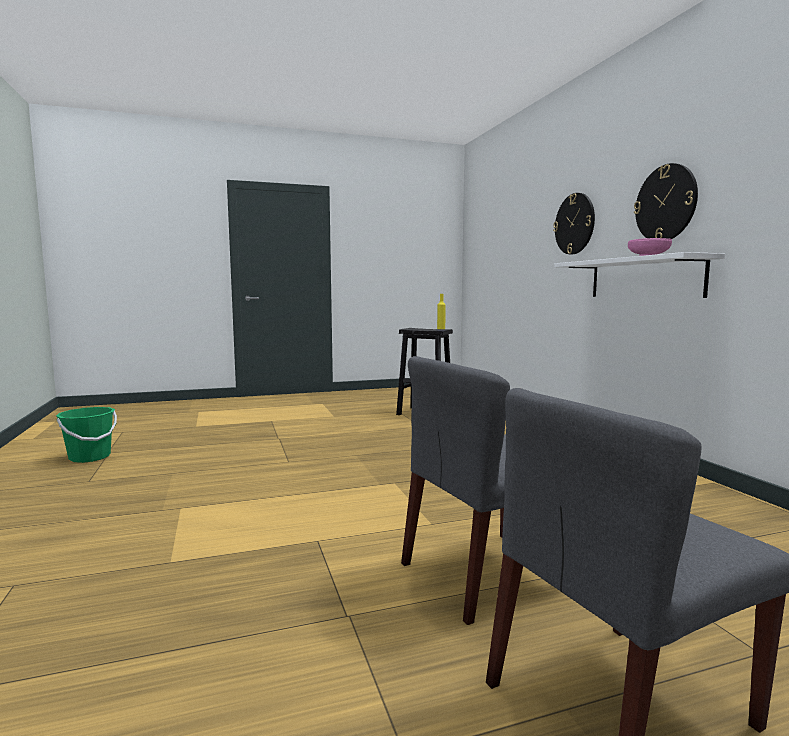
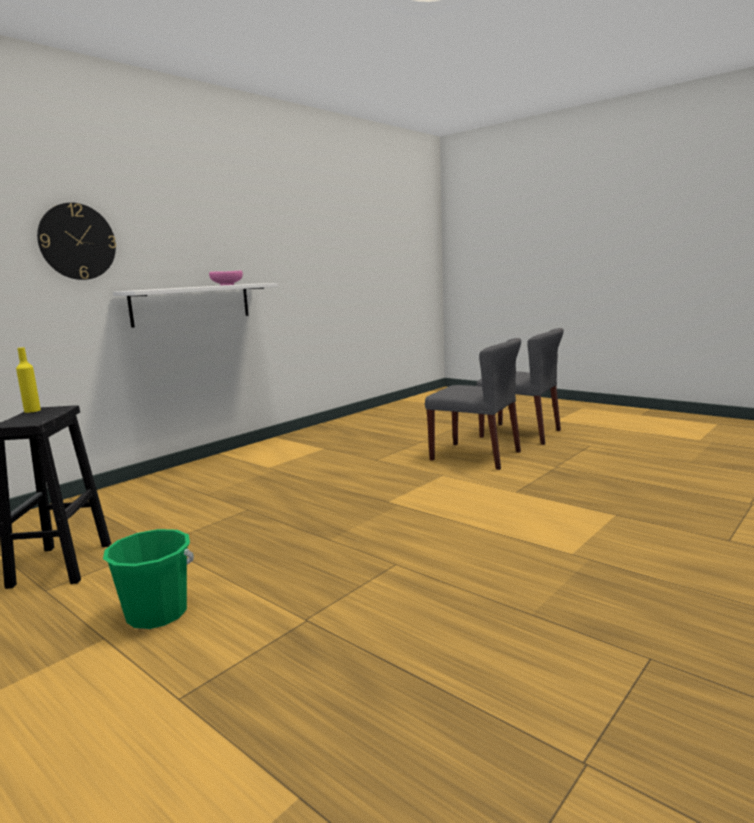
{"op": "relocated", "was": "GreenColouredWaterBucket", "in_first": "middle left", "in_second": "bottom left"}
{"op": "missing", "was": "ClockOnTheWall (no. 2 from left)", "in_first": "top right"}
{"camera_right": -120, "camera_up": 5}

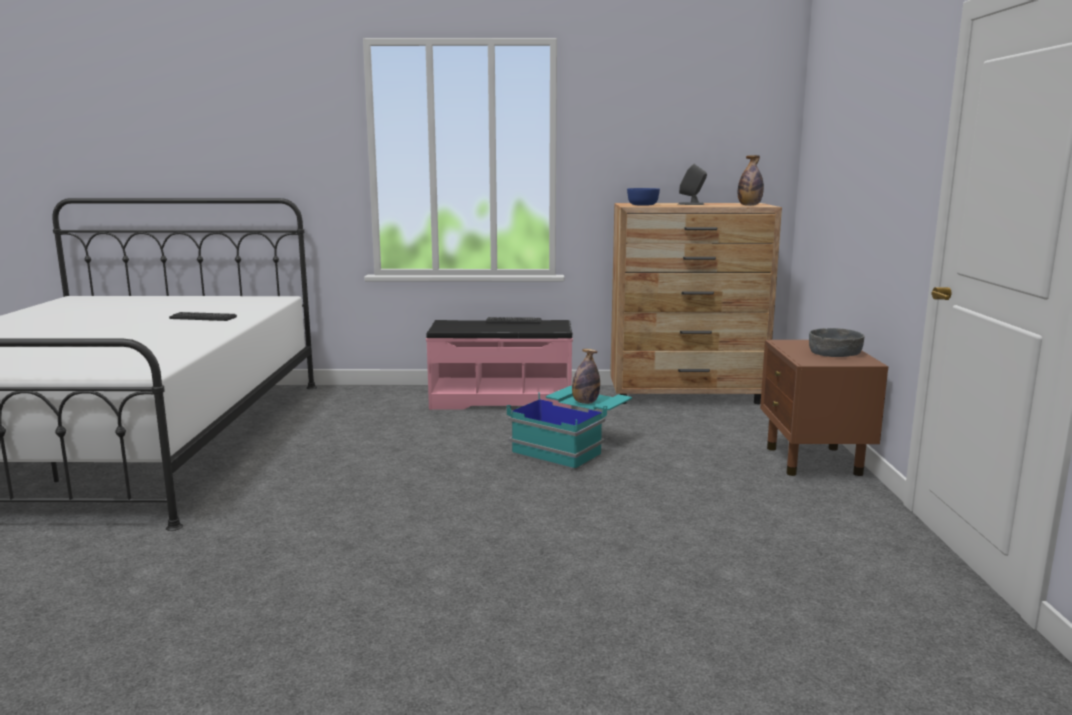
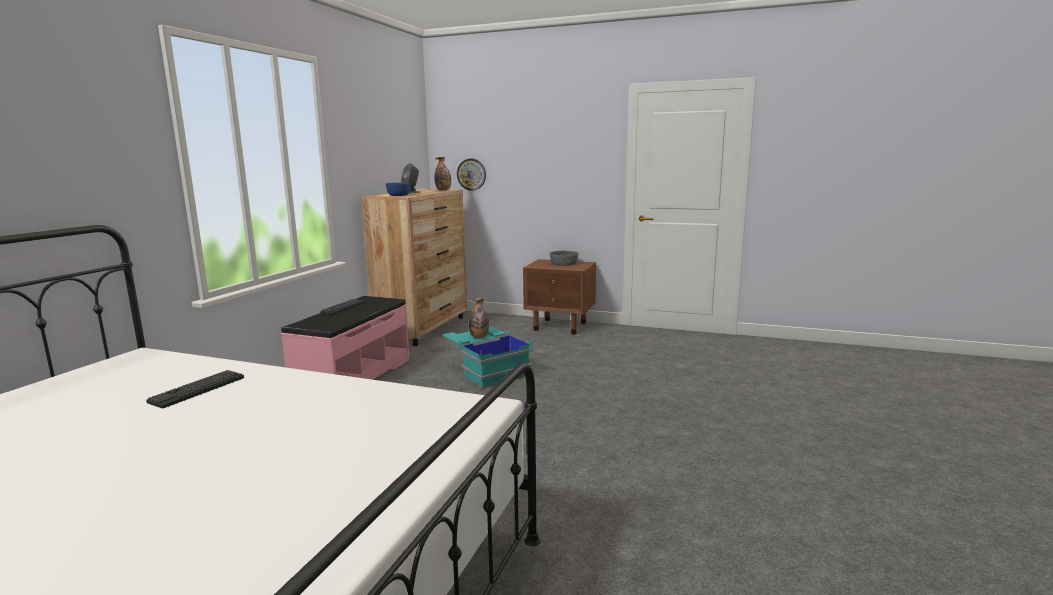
{"op": "appeared", "now": "ClockOnTheWall", "in_second": "top centre"}
{"camera_right": -70, "camera_up": 0}

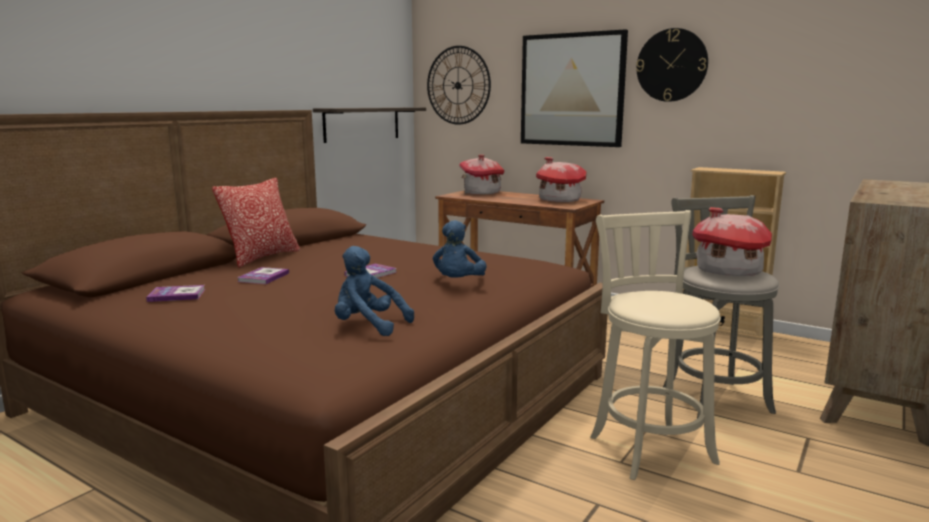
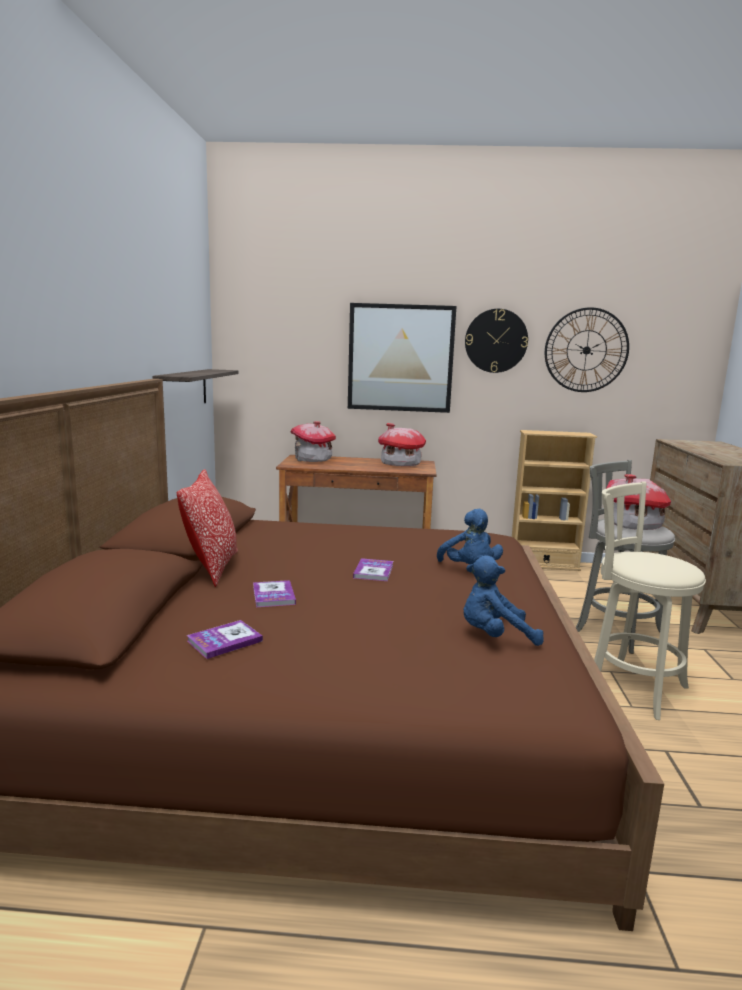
{"op": "relocated", "was": "ClockOnTheWall (no. 1 from left in the first image)", "now": "ClockOnTheWall (no. 2 from left)", "in_first": "top centre", "in_second": "middle right"}
{"camera_right": -30, "camera_up": 0}

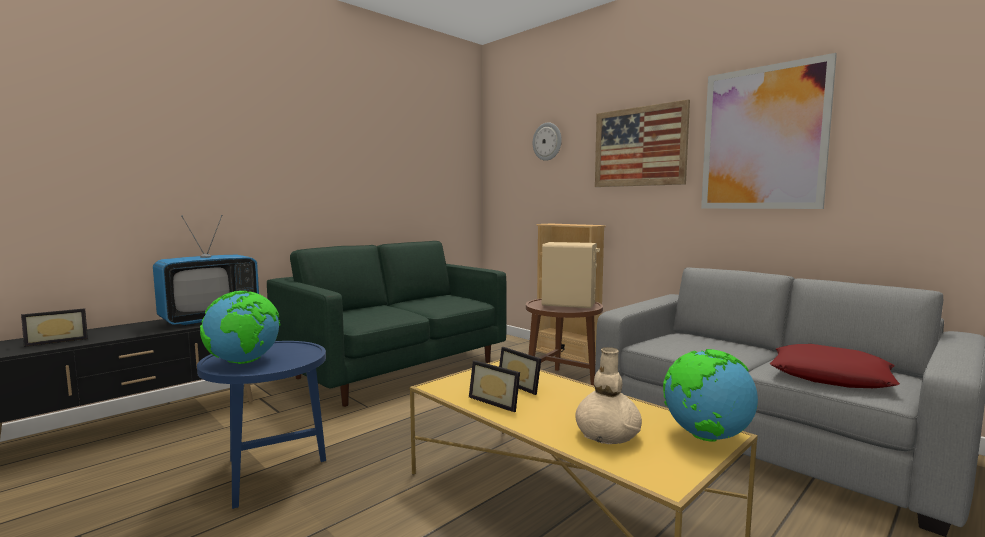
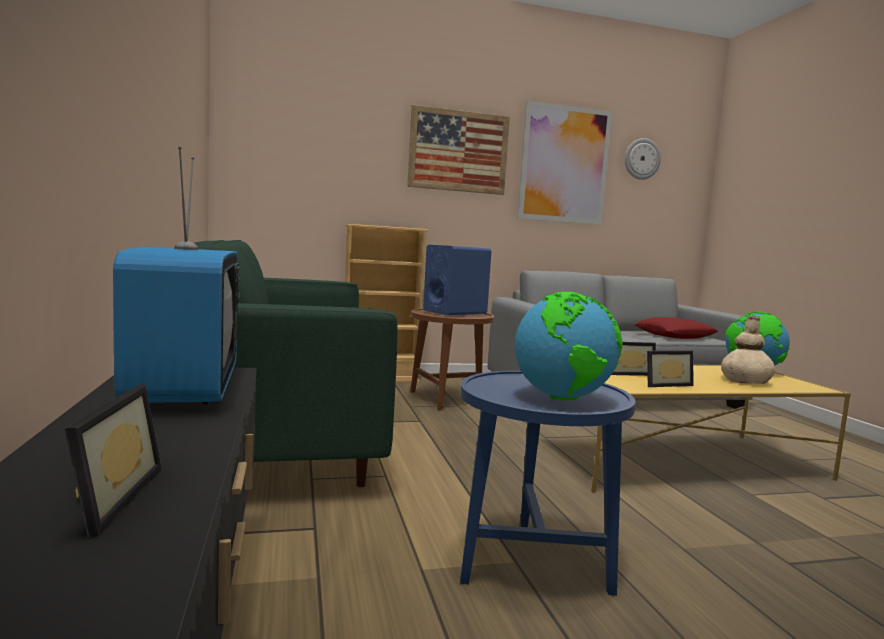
{"op": "colour", "was": "BeigeColouredLoudspeaker", "now": "BlueLoudspeaker", "in_first": "centre", "in_second": "centre"}
{"op": "relocated", "was": "ClockOnTheWall", "in_first": "top centre", "in_second": "top right"}
{"camera_right": -60, "camera_up": 0}

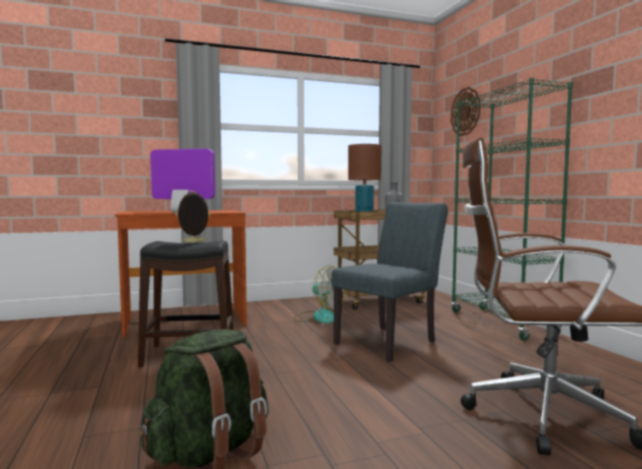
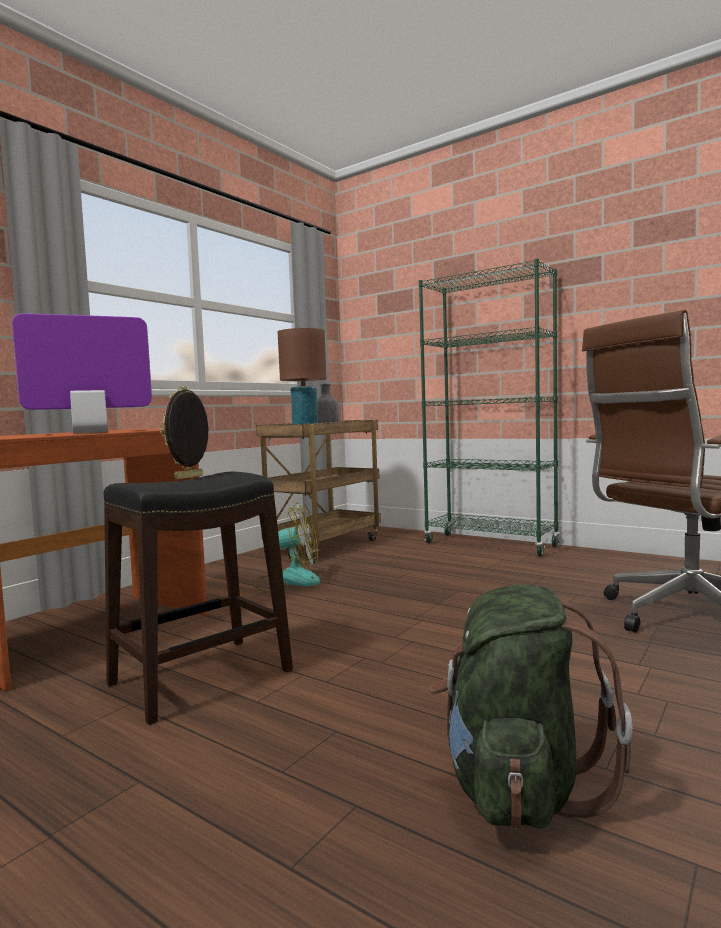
{"op": "missing", "was": "GreyChair", "in_first": "centre"}
{"op": "missing", "was": "ClockOnTheWall", "in_first": "top right"}
{"camera_right": -35, "camera_up": 0}

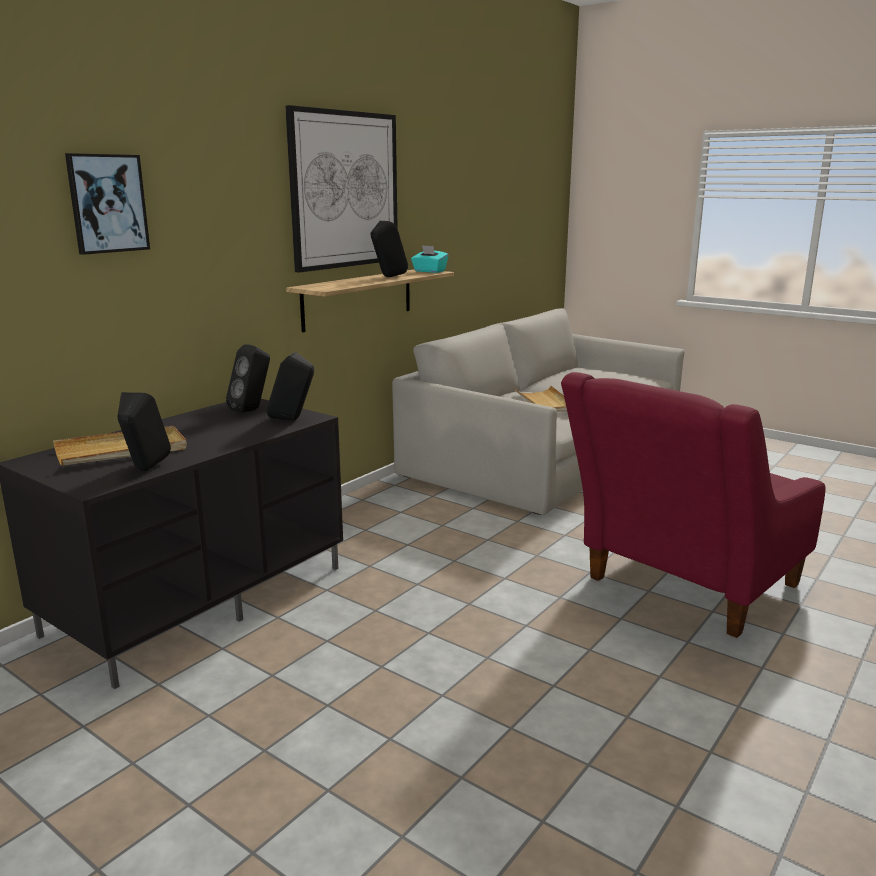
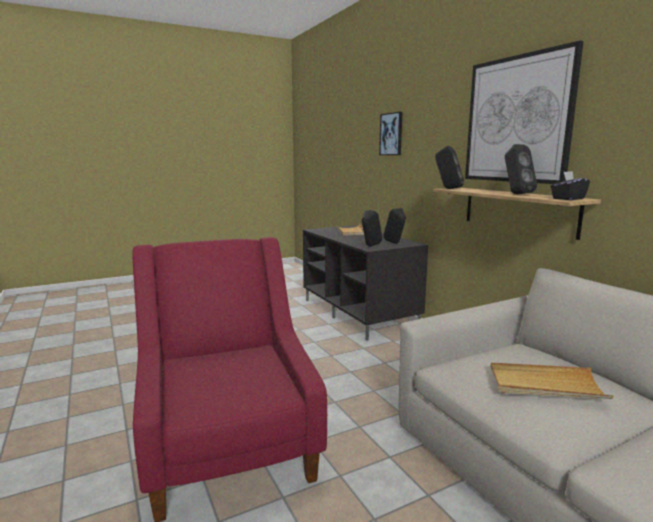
{"op": "relocated", "was": "BlackLoudspeaker (no. 1 from left in the first image)", "now": "BlackLoudspeaker (no. 3 from left)", "in_first": "middle left", "in_second": "top right"}
{"op": "colour", "was": "TurquoiseTissueHolder", "now": "BlackTissueHolder", "in_first": "top centre", "in_second": "middle right"}
{"camera_right": 115, "camera_up": -5}

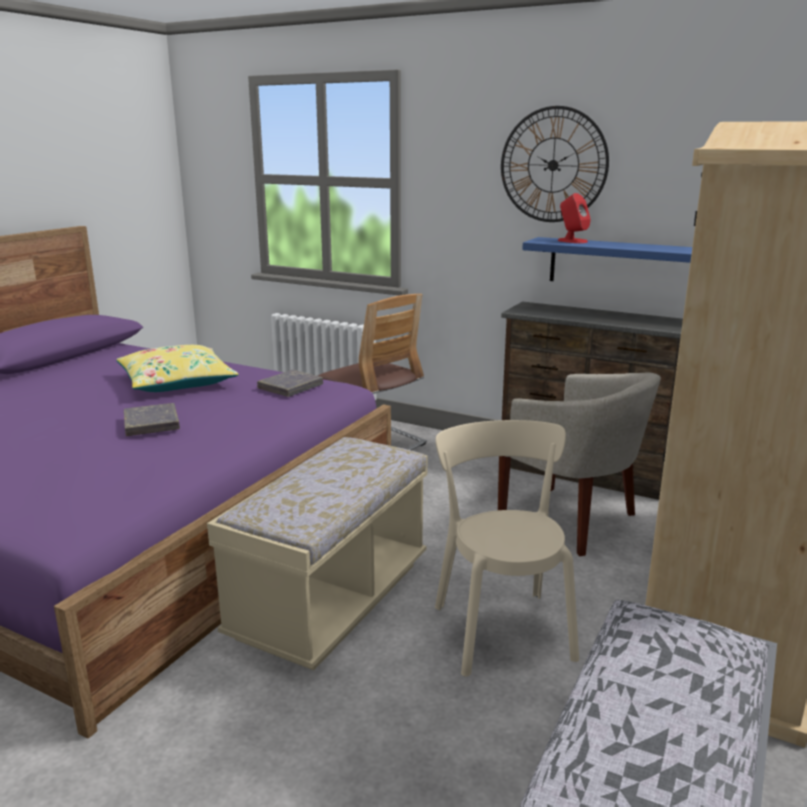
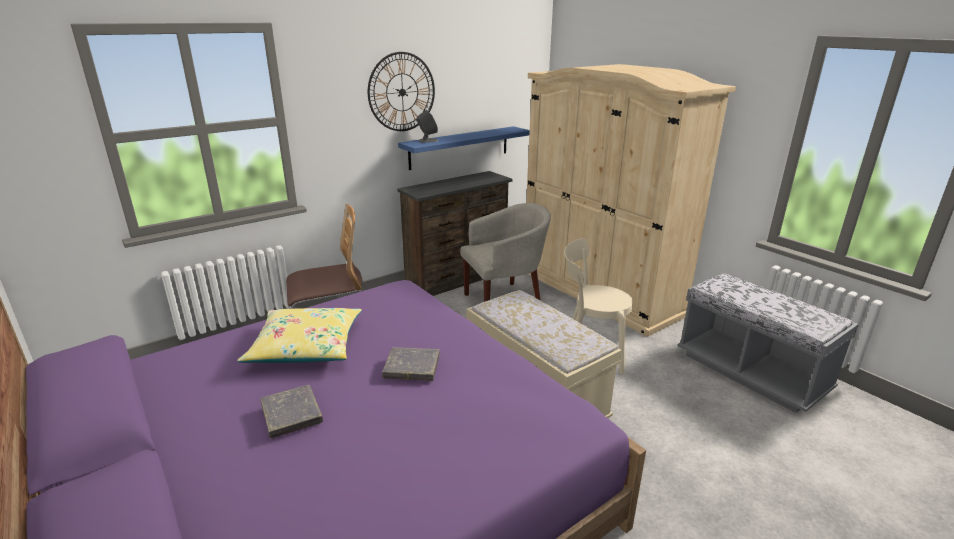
{"op": "relocated", "was": "GreyBook (no. 2 from left in the first image)", "now": "GreyBook (no. 1 from left)", "in_first": "centre", "in_second": "bottom left"}
{"op": "colour", "was": "RedColouredLoudspeaker", "now": "GreyLoudspeaker", "in_first": "top right", "in_second": "top centre"}
{"camera_right": -65, "camera_up": 5}

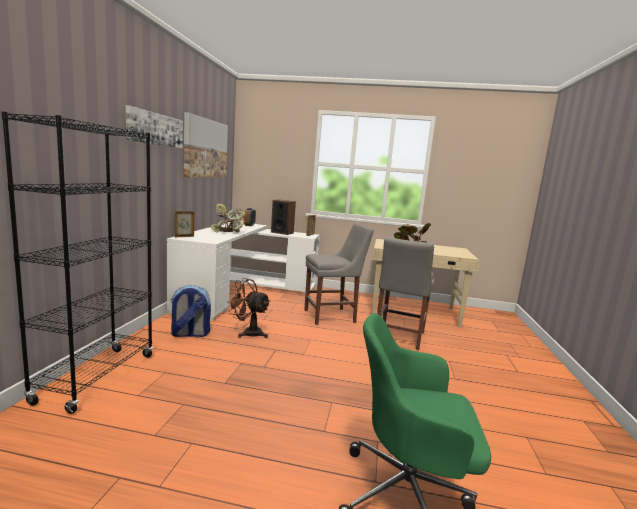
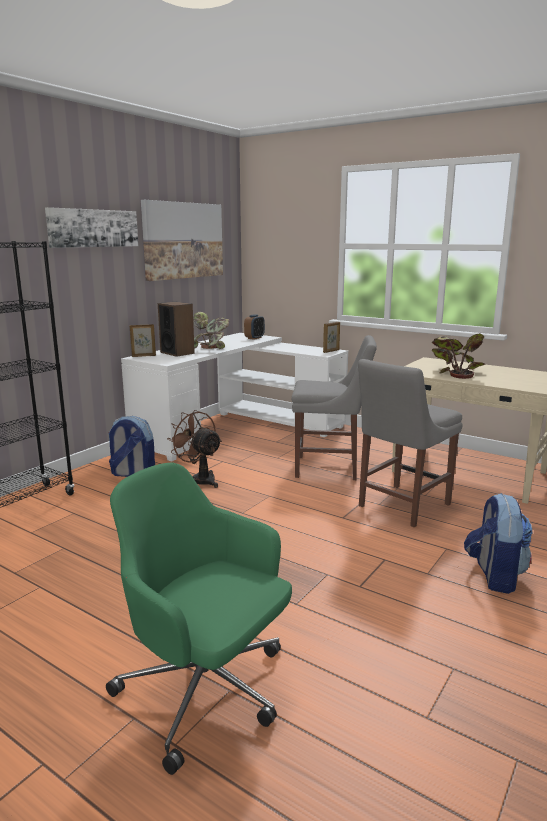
{"op": "relocated", "was": "Loudspeaker", "in_first": "centre", "in_second": "middle left"}
{"op": "appeared", "now": "Backpack (no. 2 from left)", "in_second": "middle right"}
{"camera_right": 25, "camera_up": 5}

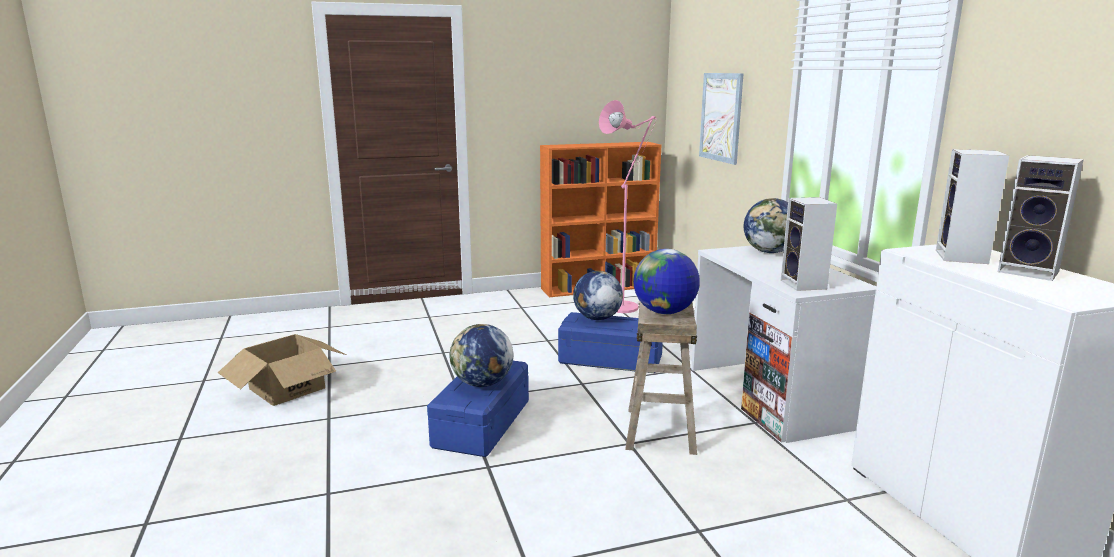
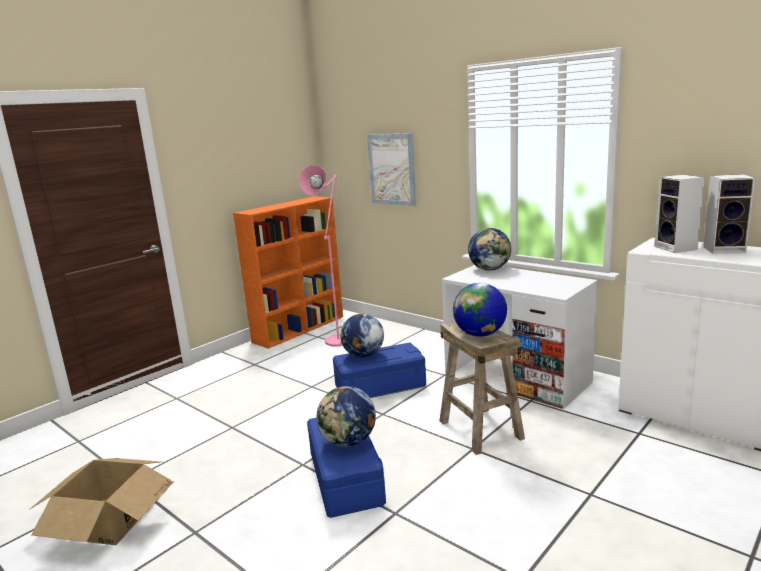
{"op": "missing", "was": "Loudspeaker (no. 1 from left)", "in_first": "middle right"}
{"camera_right": -30, "camera_up": 0}

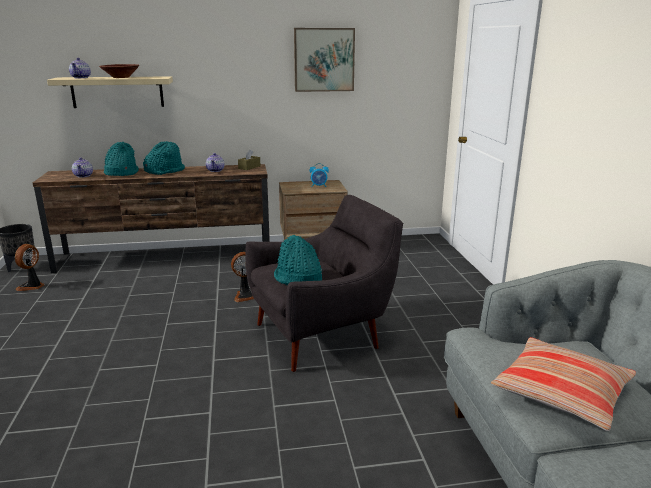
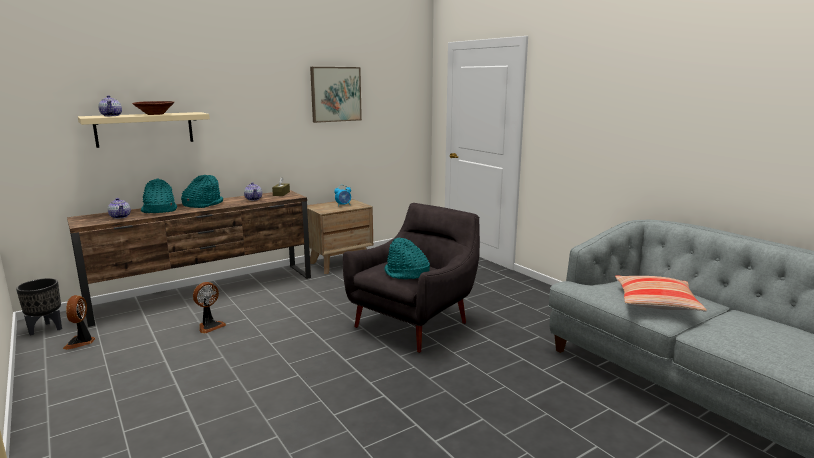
{"op": "relocated", "was": "ElectricFan (no. 2 from left)", "in_first": "centre", "in_second": "bottom left"}
{"camera_right": -25, "camera_up": -5}

